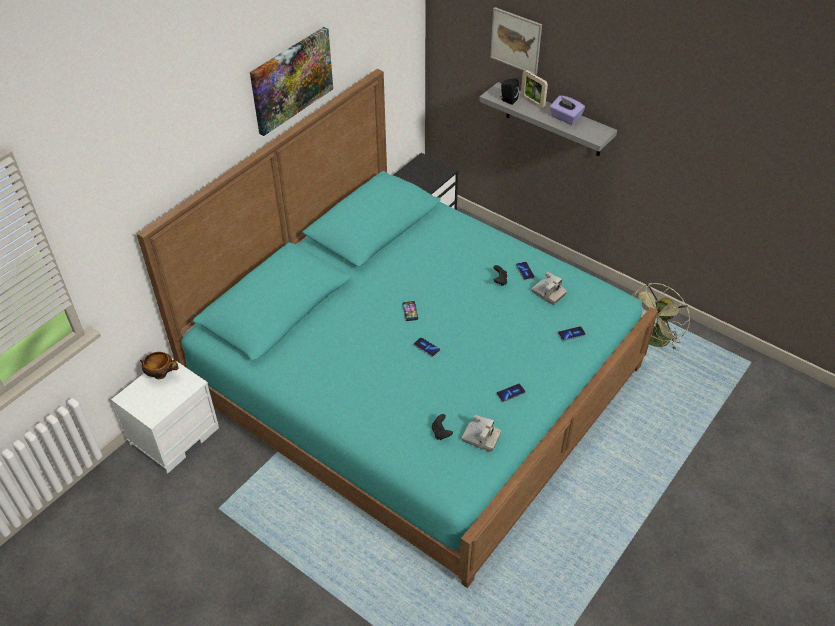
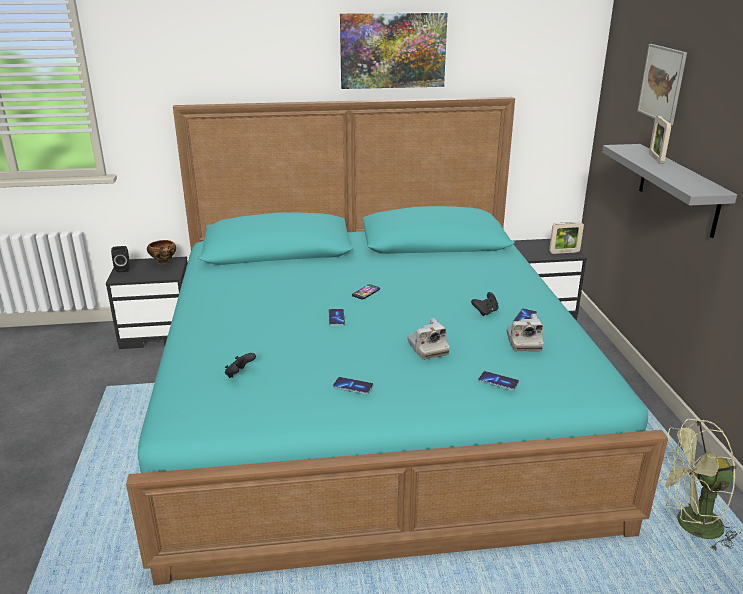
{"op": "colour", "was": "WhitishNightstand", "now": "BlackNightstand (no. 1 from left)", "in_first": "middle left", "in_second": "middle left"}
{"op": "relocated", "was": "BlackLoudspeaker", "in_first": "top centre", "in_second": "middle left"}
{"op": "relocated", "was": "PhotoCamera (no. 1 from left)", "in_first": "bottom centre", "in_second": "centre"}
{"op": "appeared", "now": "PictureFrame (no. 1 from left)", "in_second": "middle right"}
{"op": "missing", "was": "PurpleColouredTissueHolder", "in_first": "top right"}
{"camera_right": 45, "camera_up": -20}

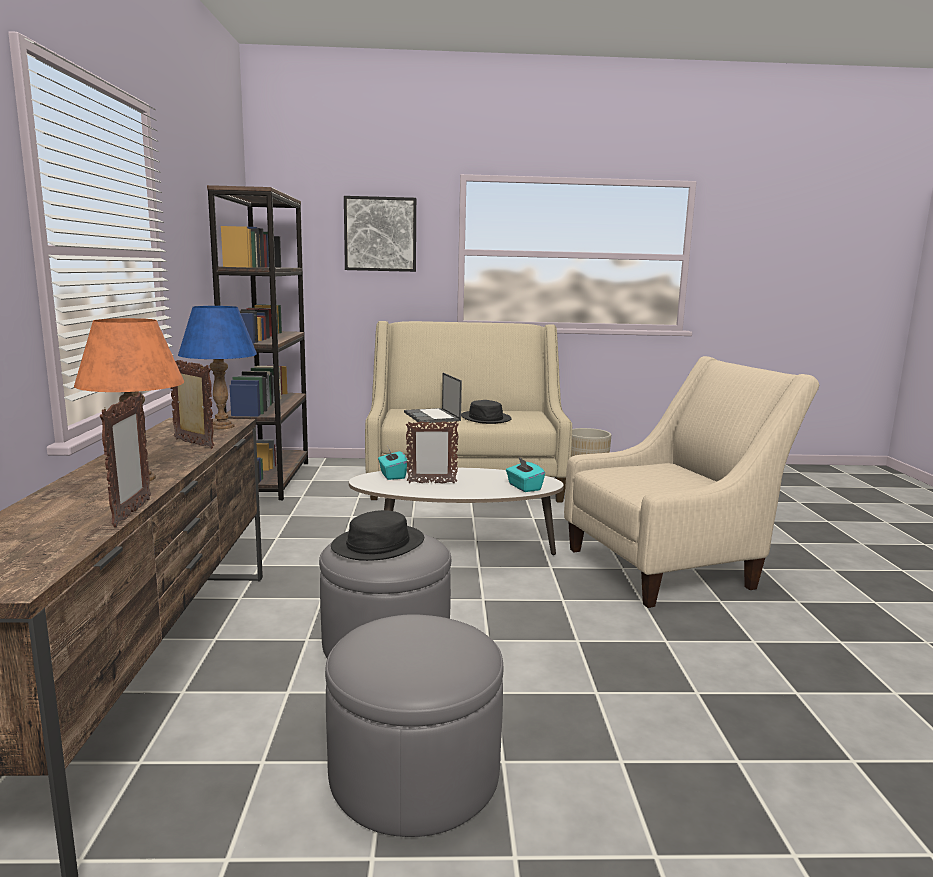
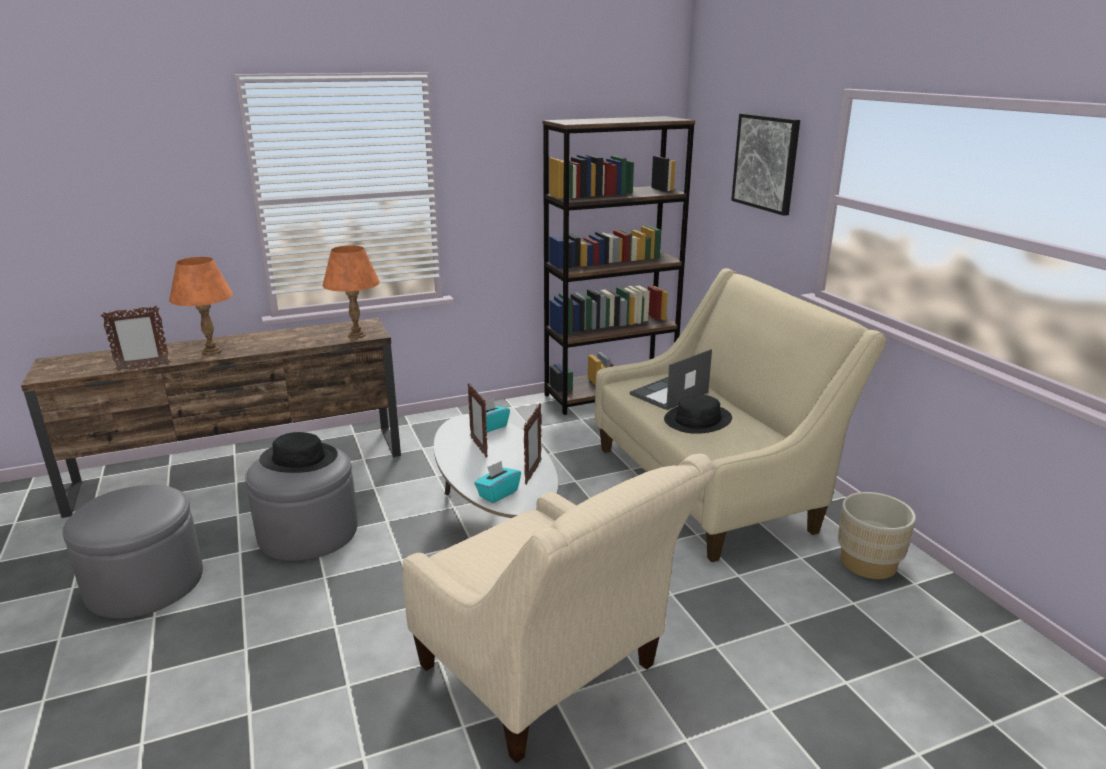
{"op": "colour", "was": "BlueLampForATable", "now": "OrangeLampForATable (no. 2 from left)", "in_first": "middle left", "in_second": "middle left"}
{"op": "relocated", "was": "PictureFrame (no. 2 from left in the first image)", "now": "PictureFrame (no. 3 from left)", "in_first": "middle left", "in_second": "centre"}
{"camera_right": 70, "camera_up": 10}

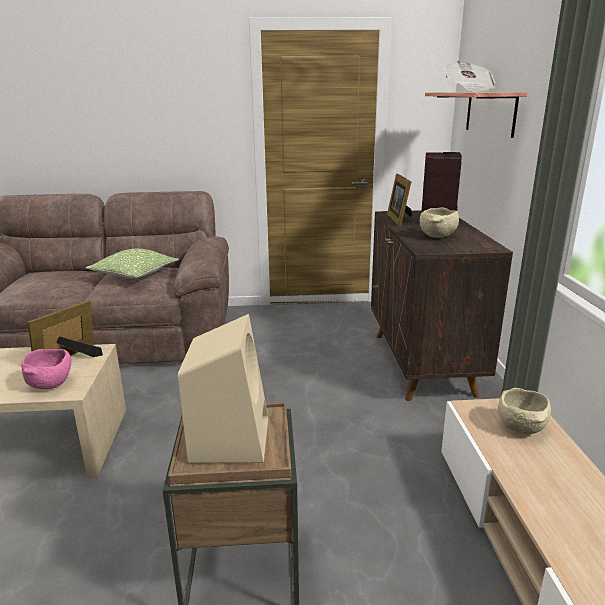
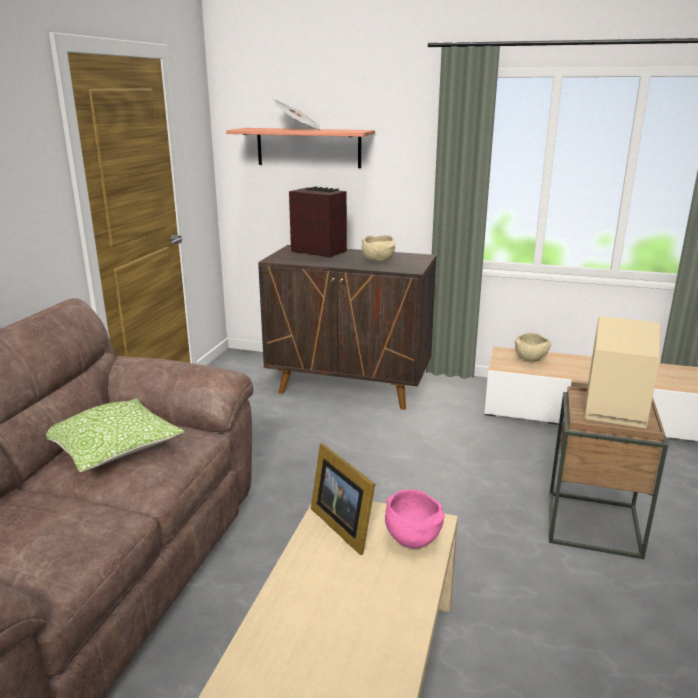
{"op": "missing", "was": "PictureFrame (no. 2 from left)", "in_first": "top centre"}
{"camera_right": -70, "camera_up": 0}

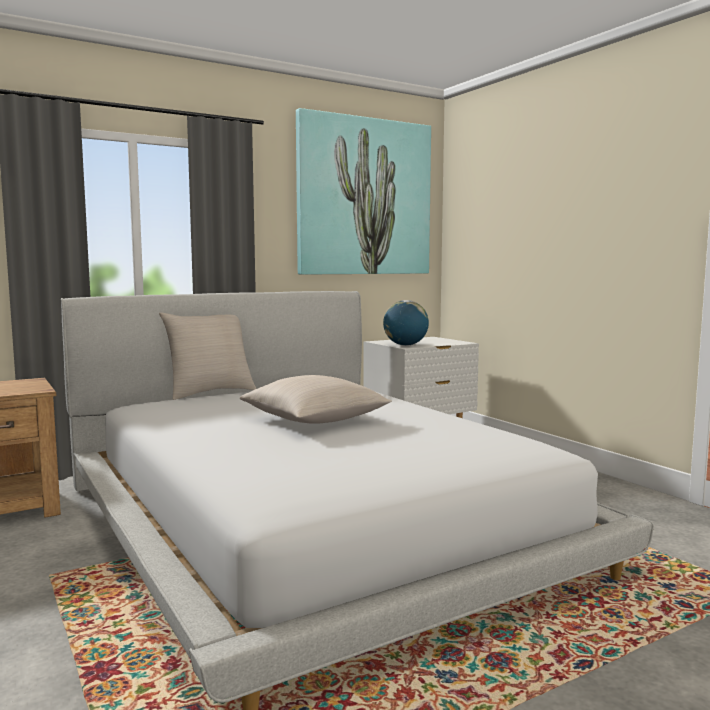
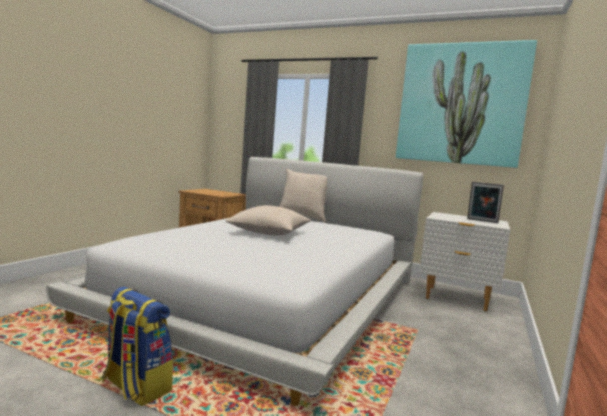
{"op": "appeared", "now": "Backpack", "in_second": "bottom left"}
{"op": "appeared", "now": "PictureFrame", "in_second": "middle right"}
{"op": "missing", "was": "WorldGlobe", "in_first": "centre"}
{"camera_right": 55, "camera_up": 0}

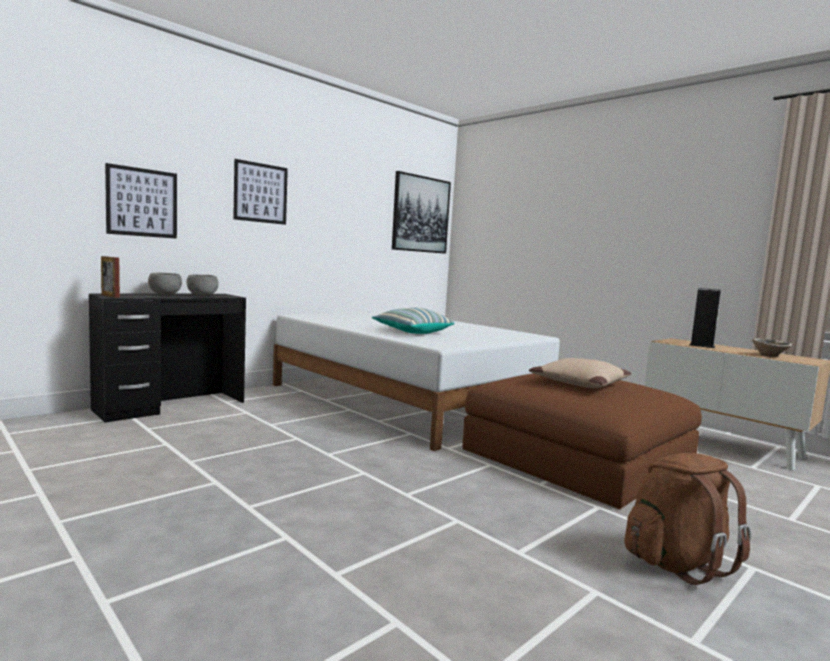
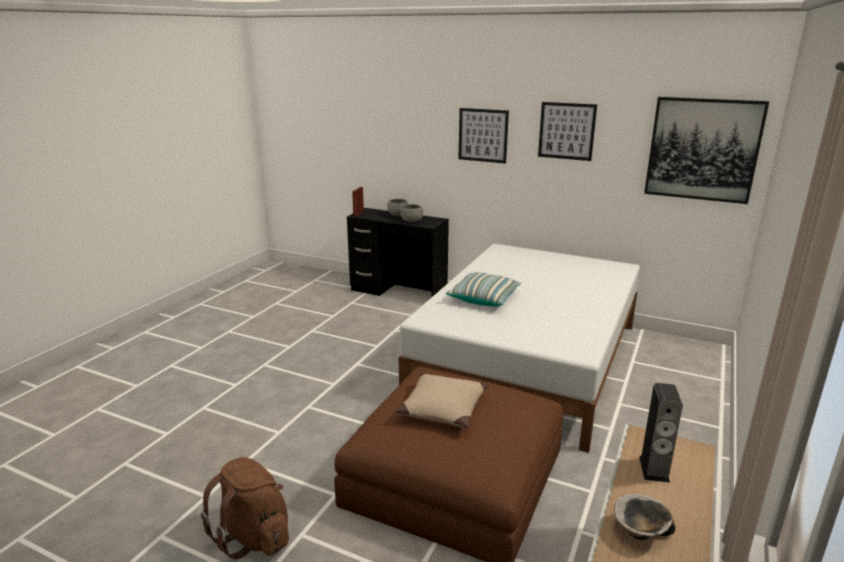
{"op": "relocated", "was": "WallArt (no. 1 from left in the first image)", "now": "WallArt (no. 2 from left)", "in_first": "top left", "in_second": "top right"}
{"camera_right": 70, "camera_up": 15}

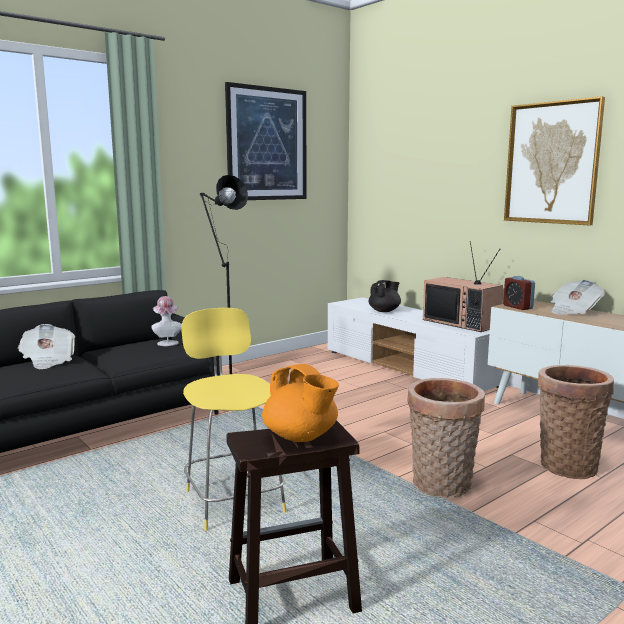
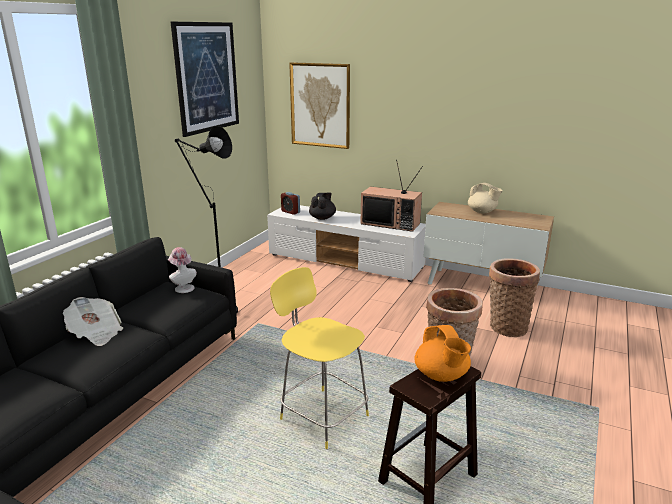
{"op": "relocated", "was": "TableClock", "in_first": "middle right", "in_second": "centre"}
{"op": "relocated", "was": "WallArt (no. 2 from left)", "in_first": "top right", "in_second": "top centre"}
{"op": "spun", "was": "OrangeTeaPot", "in_first": "centre", "in_second": "bottom centre", "clockwise": 45}
{"op": "exchanged", "was": "Newspaper (no. 2 from left)", "now": "BeigeColouredTeaPot", "in_first": "middle right", "in_second": "middle right"}
{"camera_right": -25, "camera_up": 10}

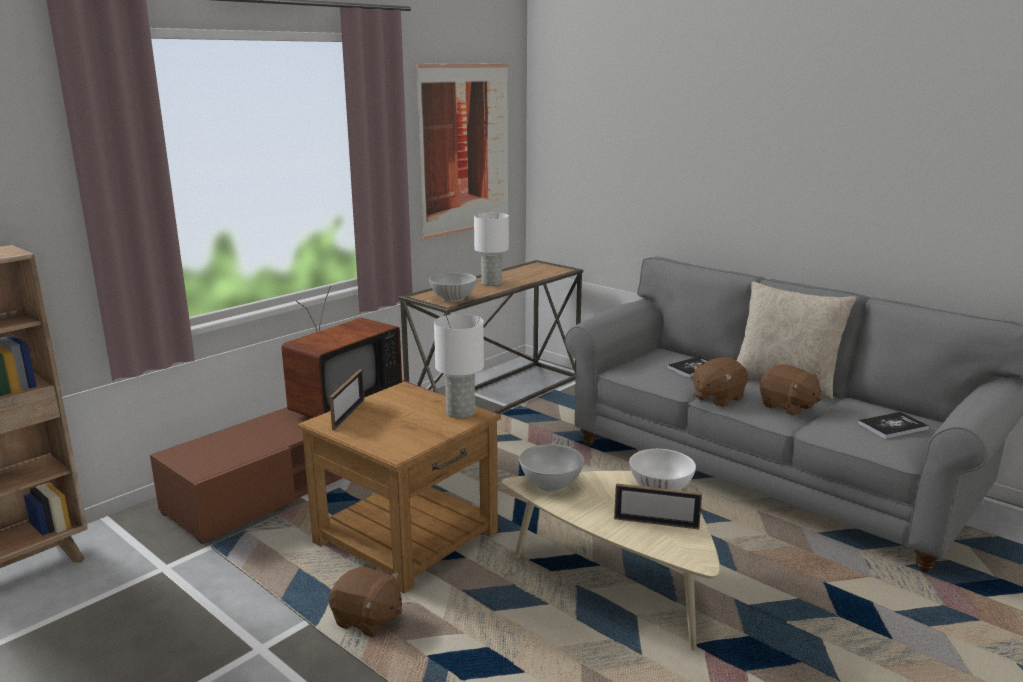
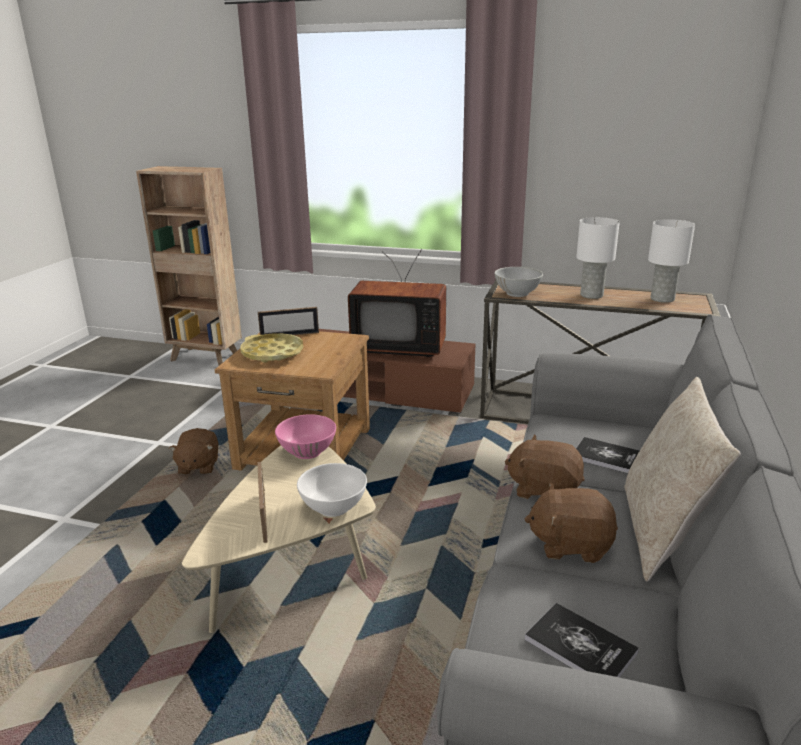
{"op": "appeared", "now": "YellowColouredCarryingTray", "in_second": "centre"}
{"op": "colour", "was": "WhitishServingBowl (no. 2 from left)", "now": "PinkColouredServingBowl", "in_first": "bottom centre", "in_second": "centre"}
{"op": "spun", "was": "BrownCuddlyToy (no. 3 from left)", "in_first": "middle right", "in_second": "bottom right", "clockwise": 75}
{"op": "relocated", "was": "WhitishLampForATable (no. 1 from left in the first image)", "now": "WhitishLampForATable (no. 2 from left)", "in_first": "centre", "in_second": "middle right"}
{"op": "missing", "was": "WallArt", "in_first": "top centre"}
{"camera_right": 65, "camera_up": 5}

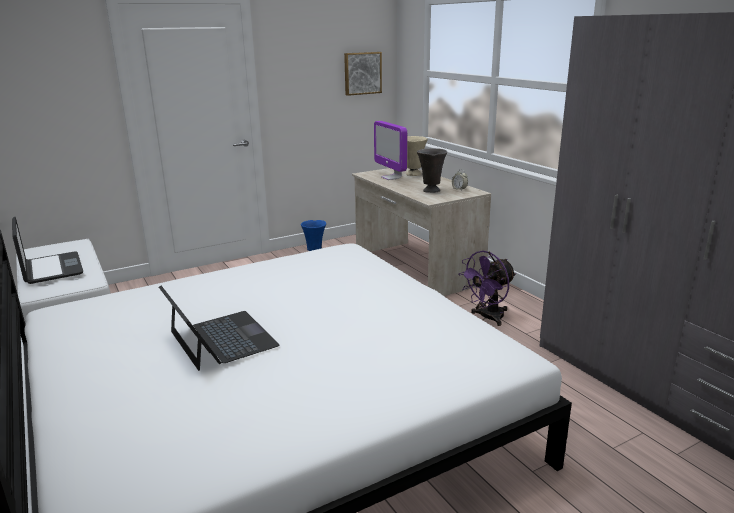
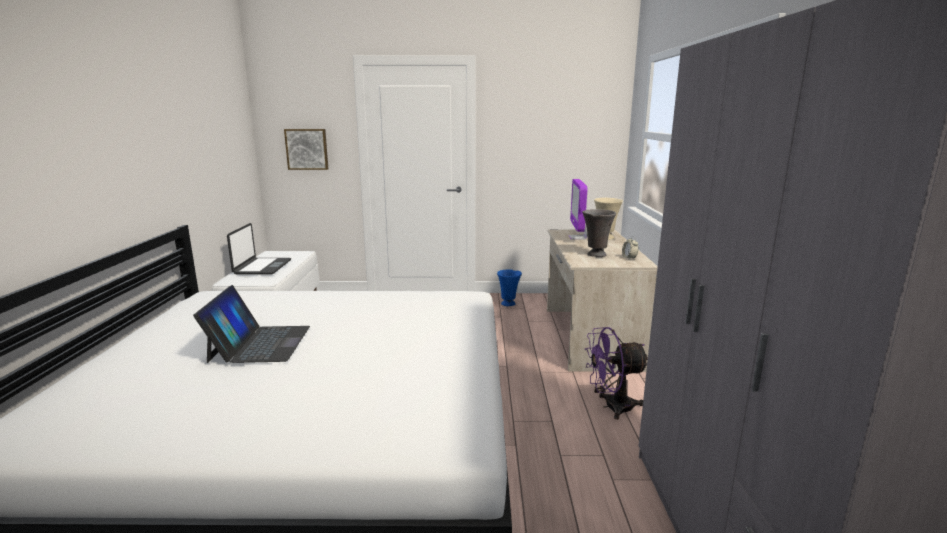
{"op": "relocated", "was": "WallArt", "in_first": "top centre", "in_second": "top left"}
{"camera_right": 30, "camera_up": -5}

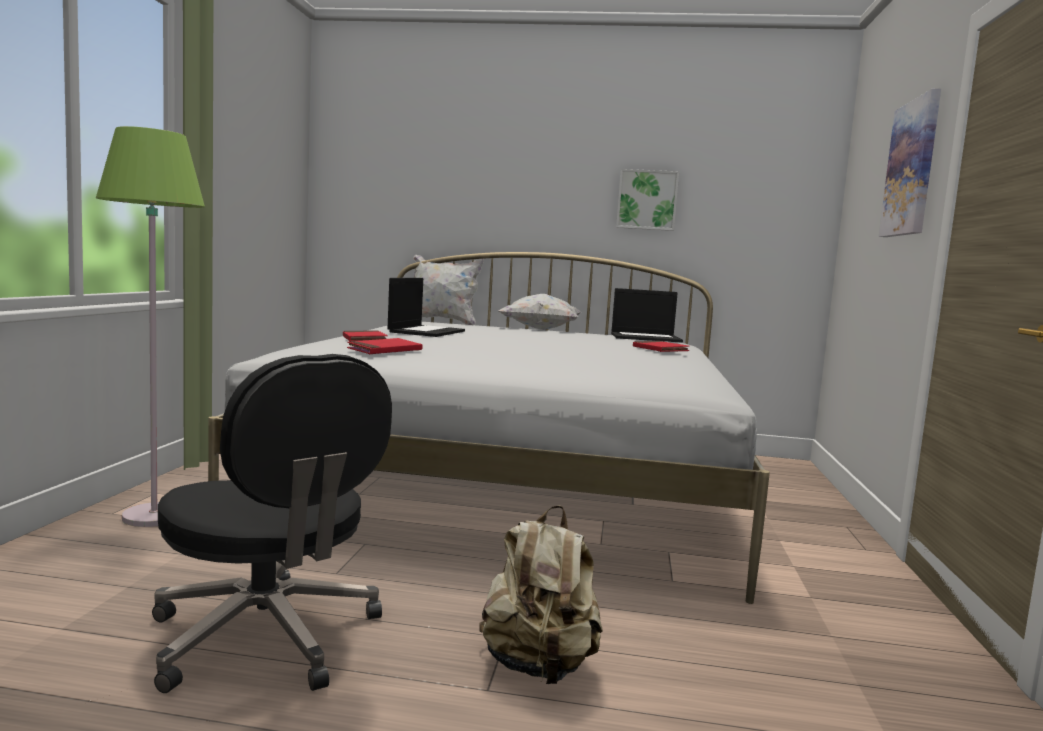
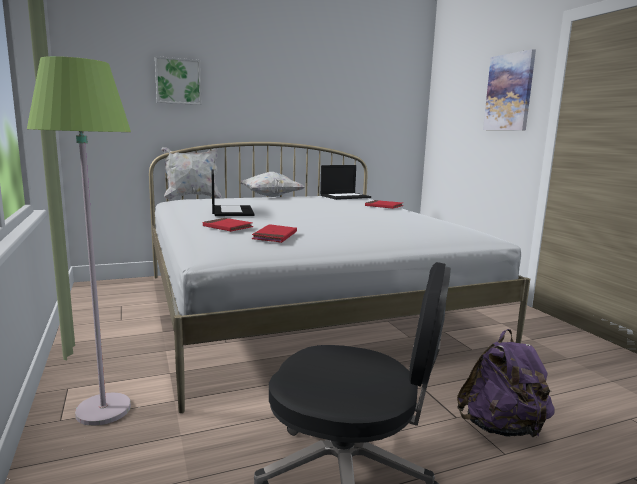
{"op": "relocated", "was": "WallArt (no. 1 from left)", "in_first": "top centre", "in_second": "top left"}
{"op": "colour", "was": "BeigeColouredBackpack", "now": "PurpleColouredBackpack", "in_first": "bottom centre", "in_second": "bottom right"}
{"camera_right": -30, "camera_up": 5}

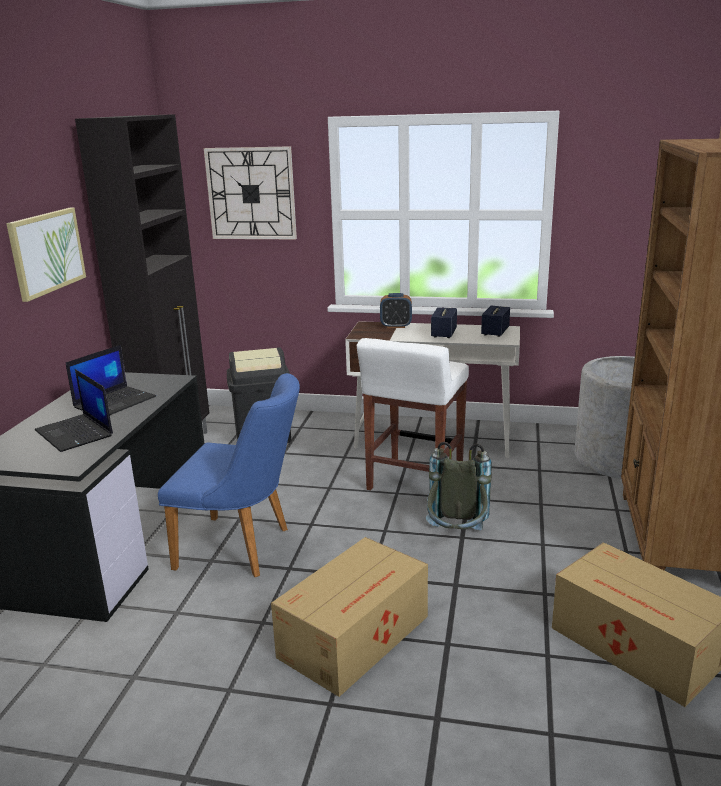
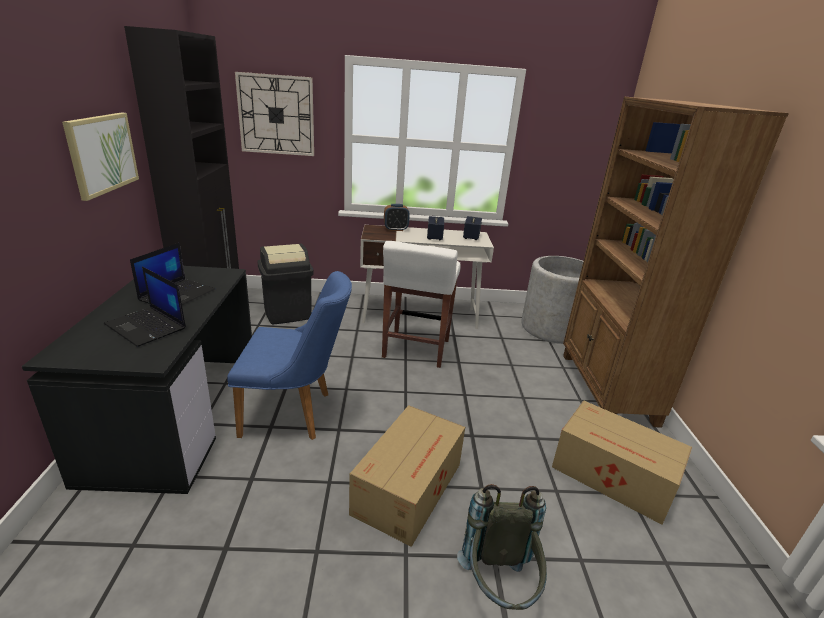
{"op": "relocated", "was": "GreyBackpack", "in_first": "centre", "in_second": "bottom centre"}
{"camera_right": -15, "camera_up": 5}

